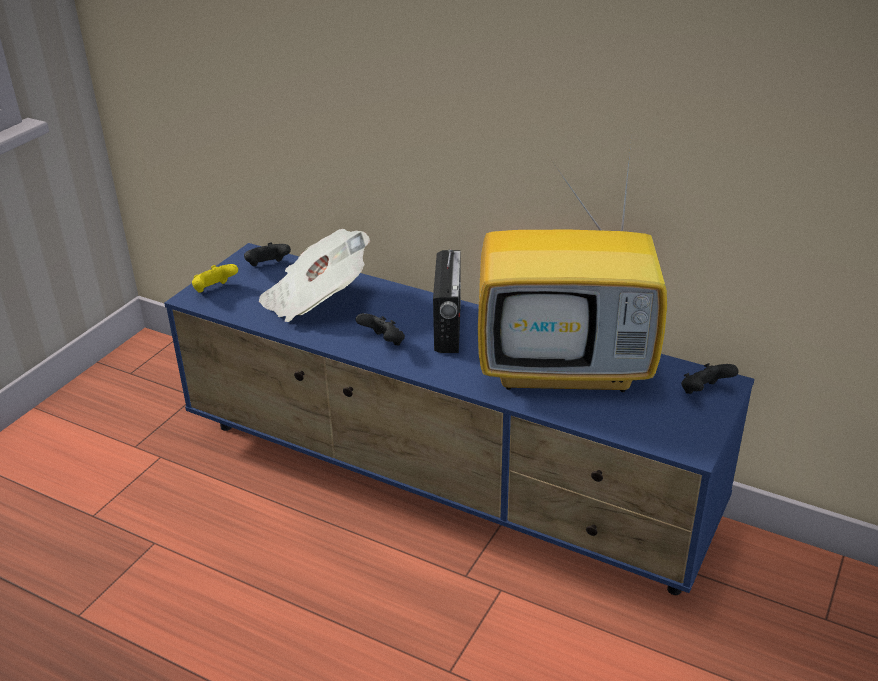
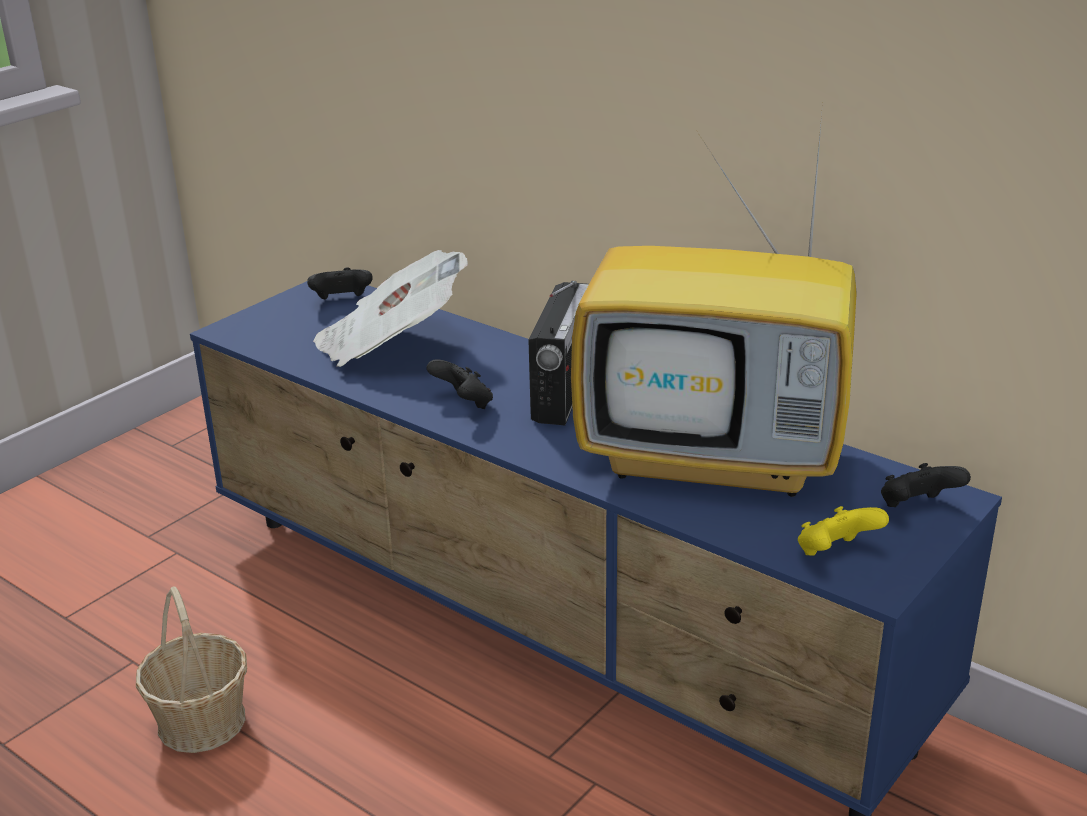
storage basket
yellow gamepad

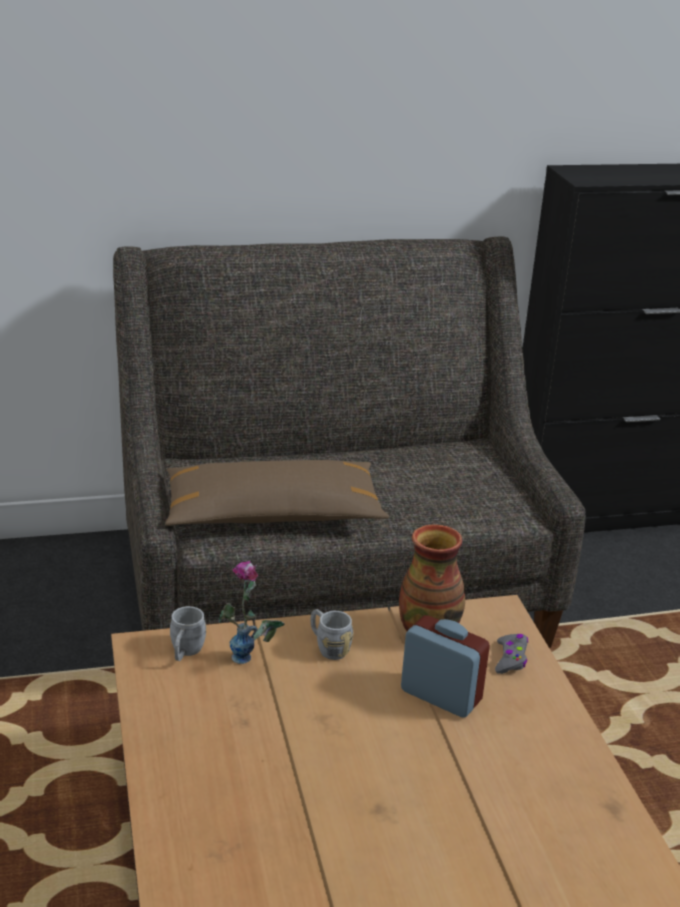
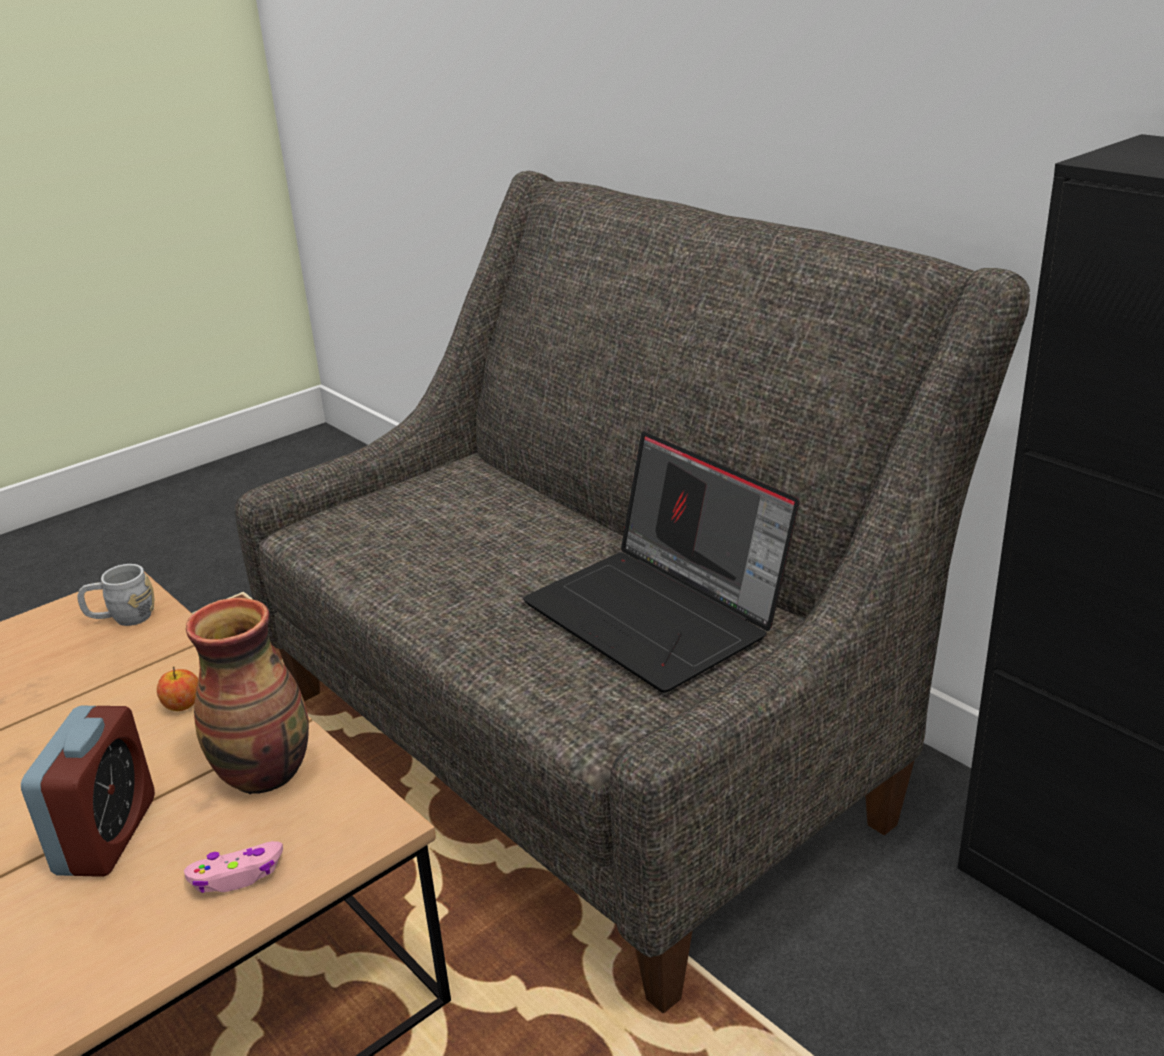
whole apple
pink gamepad
portable computer
brownish cushion
flower vase (no. 1 from left in the first image)

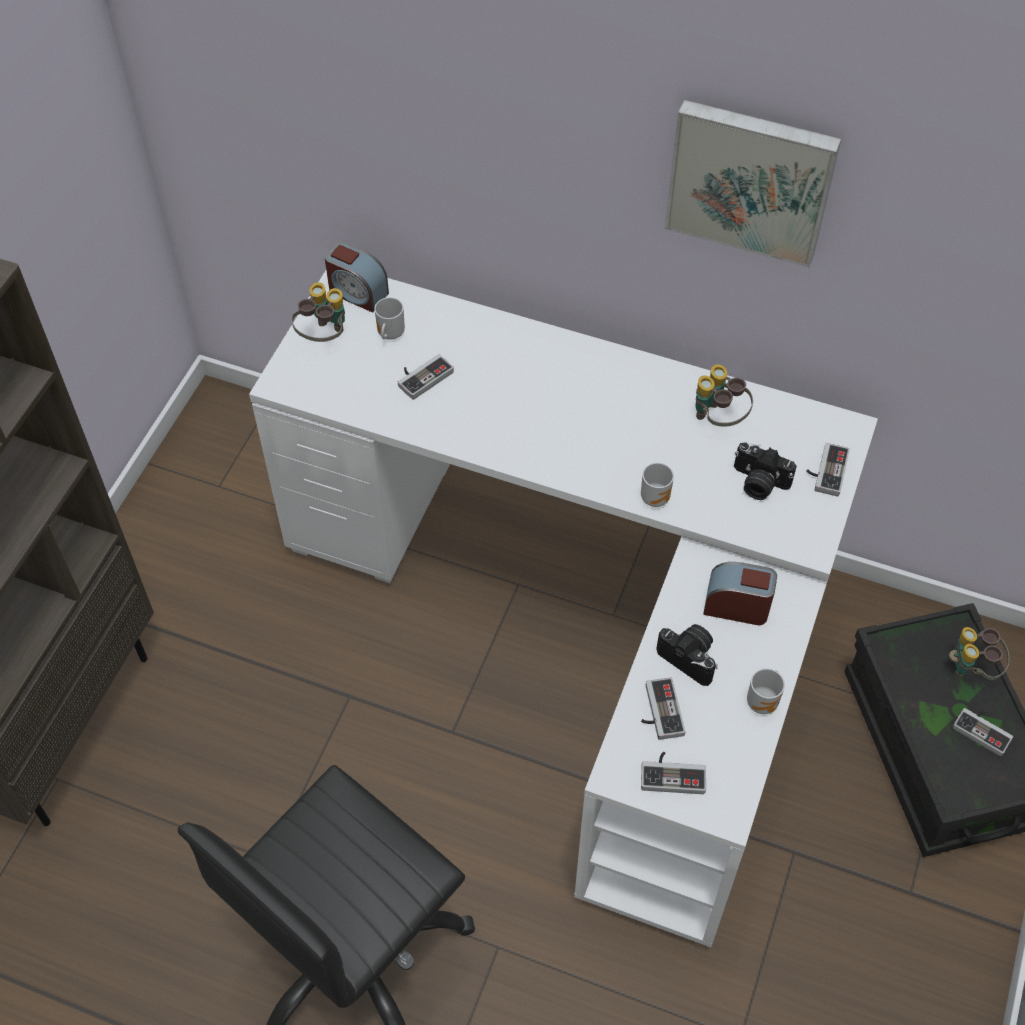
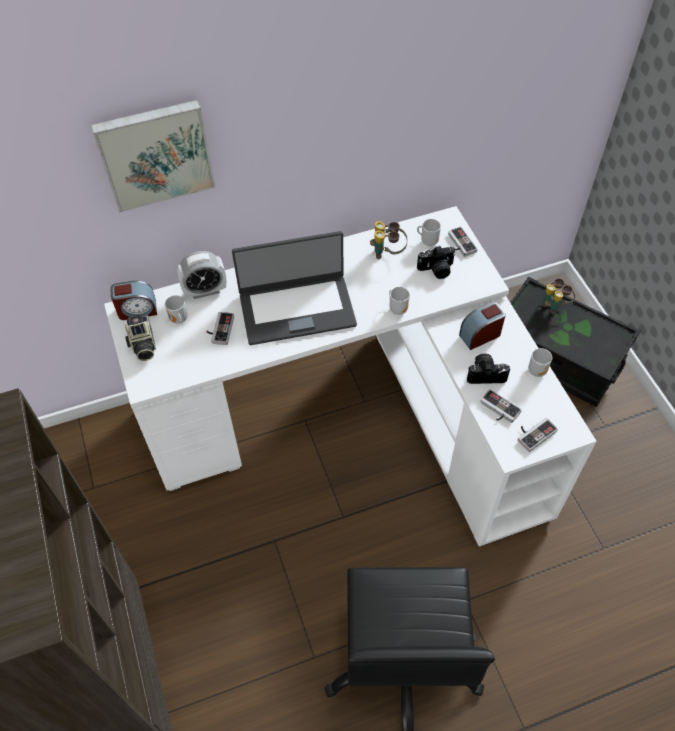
wall art
still camera (no. 1 from left)
bedside clock (no. 2 from left)
portable computer
tea mug (no. 3 from left)
gamepad (no. 5 from left in the first image)

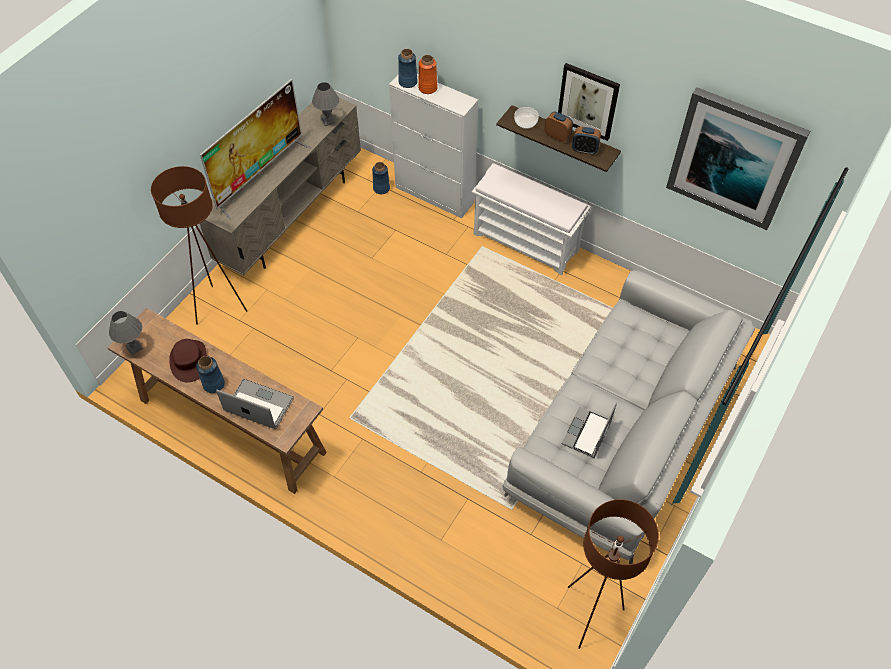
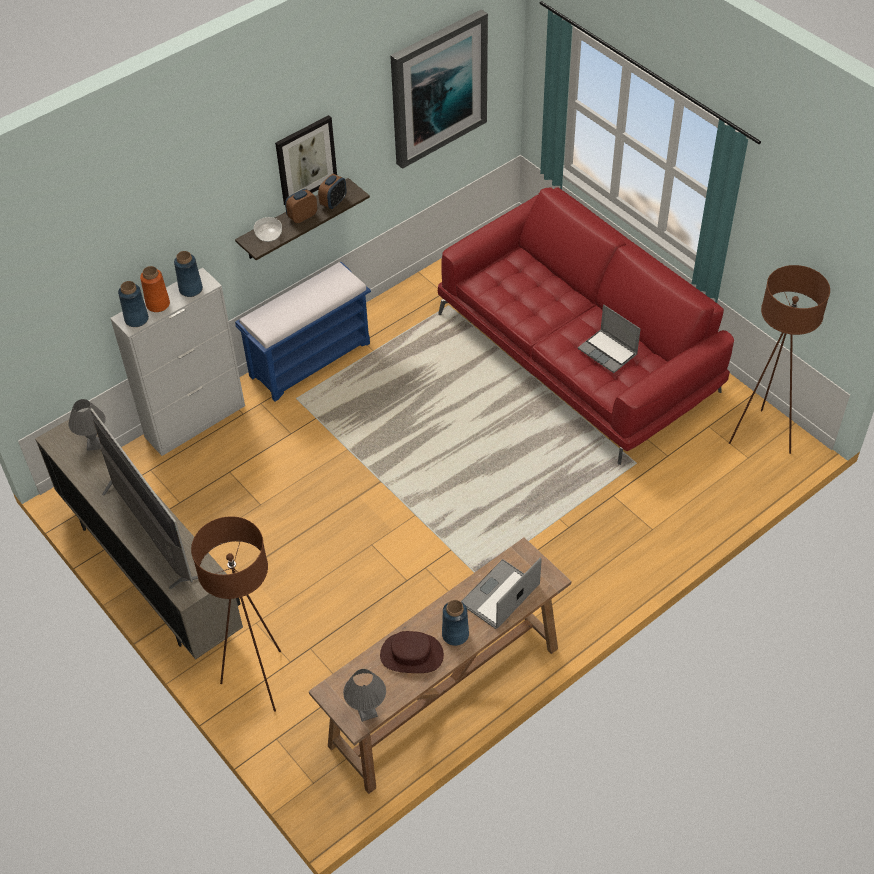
blue-coloured flower vase (no. 2 from left)
blue-coloured indoor bench
red couch

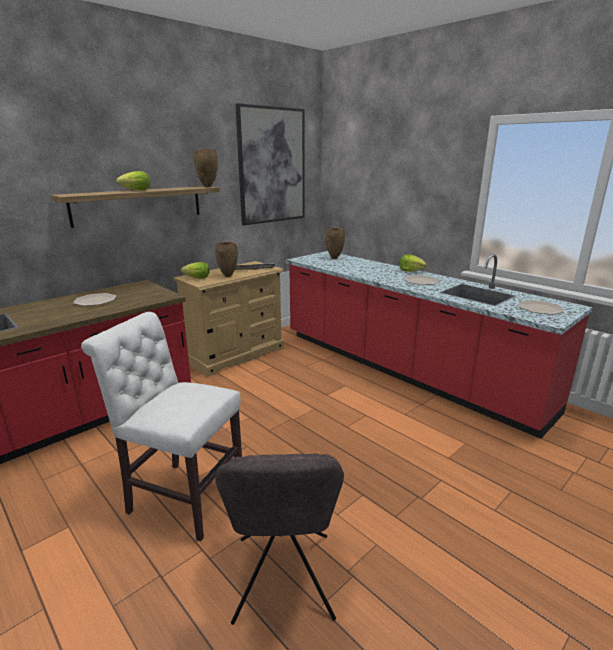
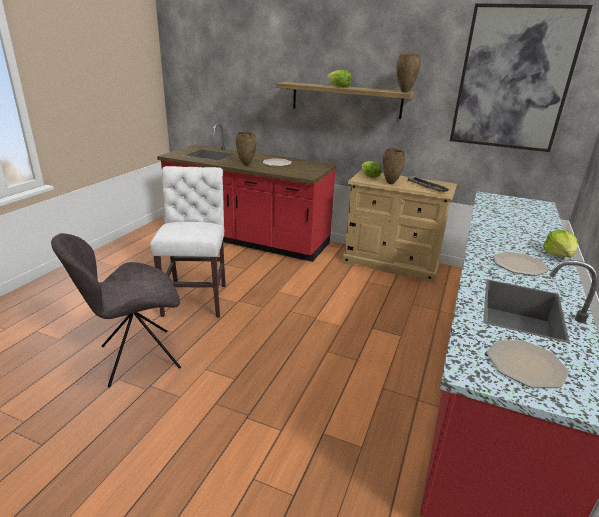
brownish flower vase (no. 1 from left)

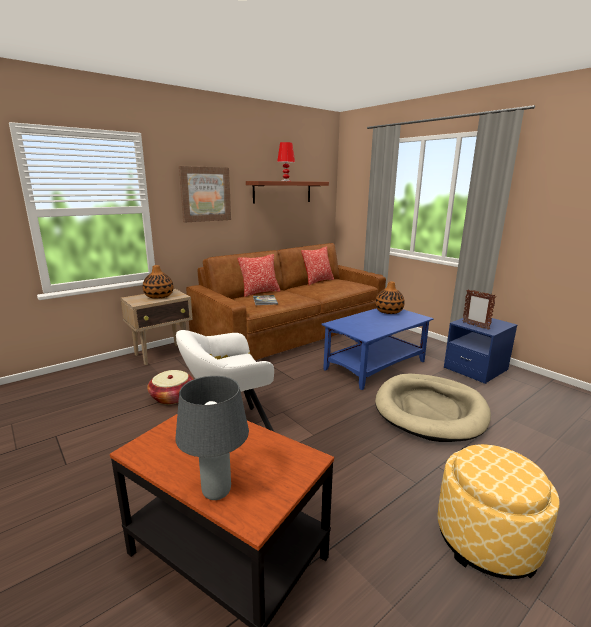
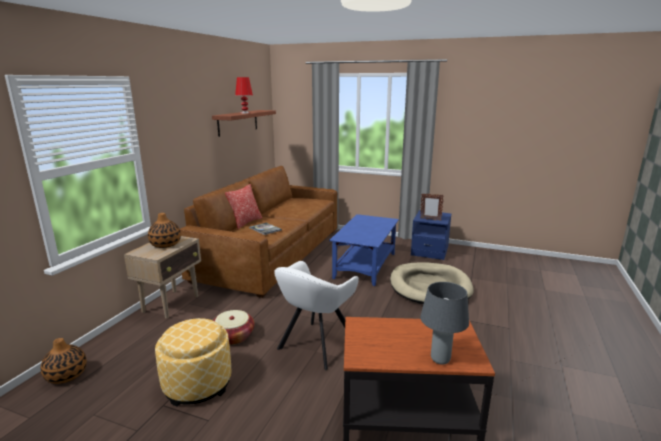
flower vase (no. 1 from left)
pouffe
wall art
cushion (no. 2 from left in the first image)

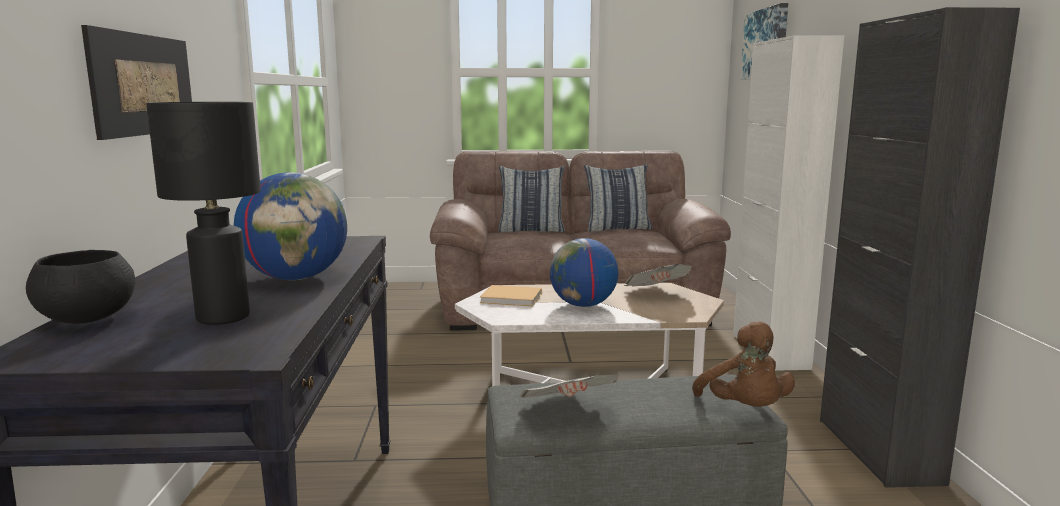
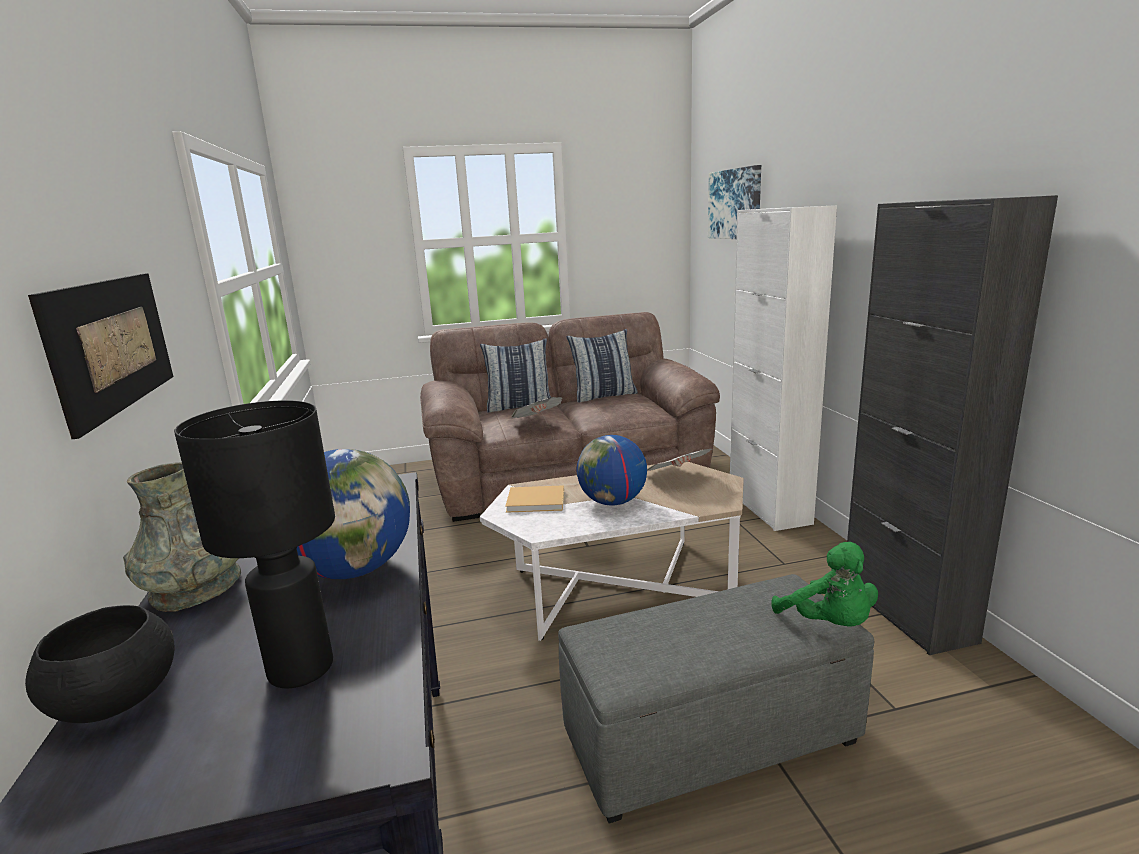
gray flower vase
daily paper (no. 1 from left)
greenish soft toy

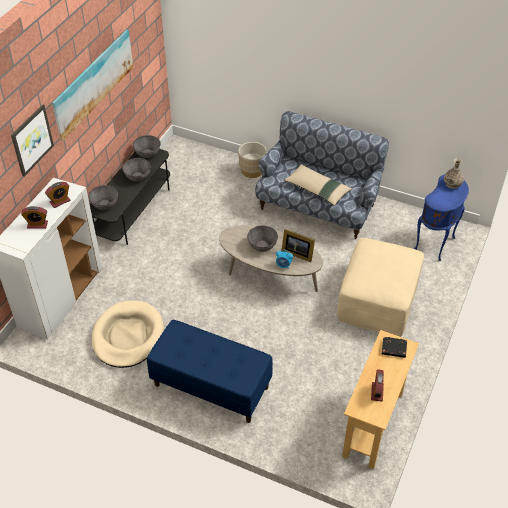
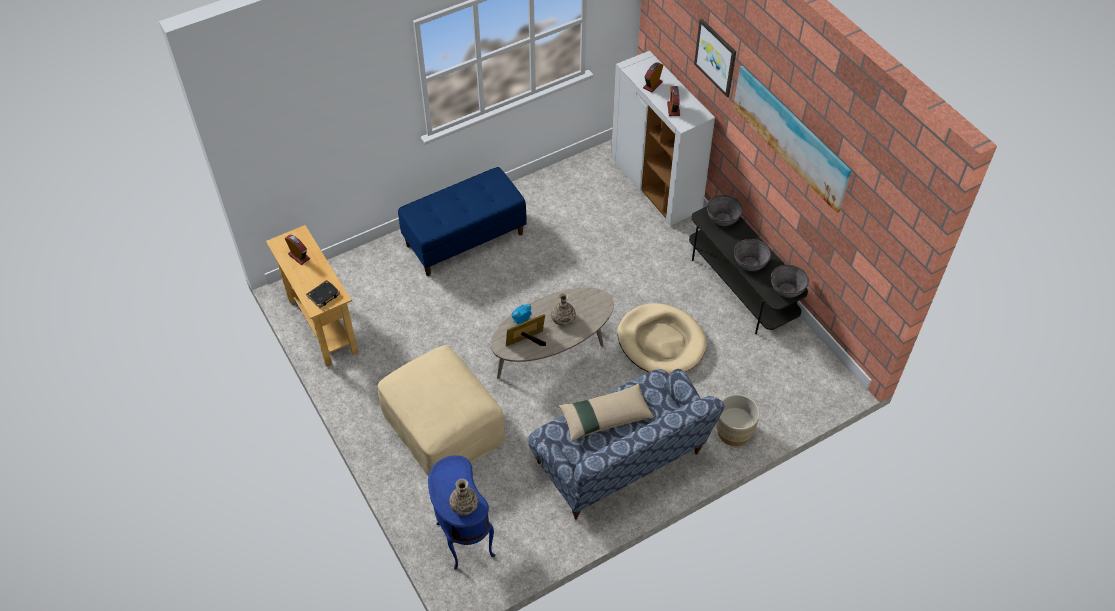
flower vase (no. 2 from left)
sand-coloured pet bed

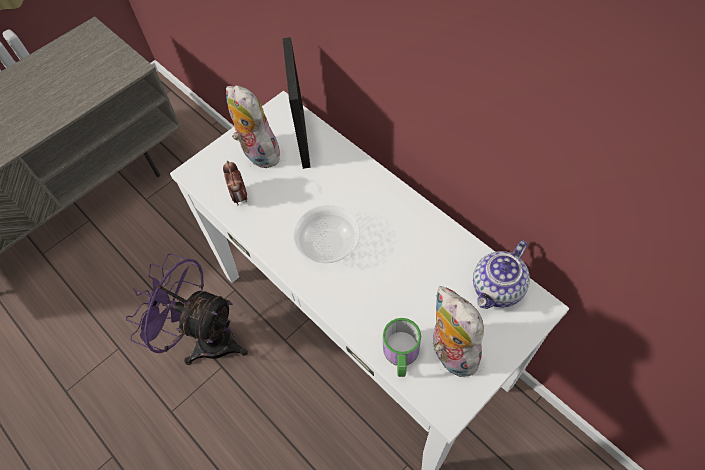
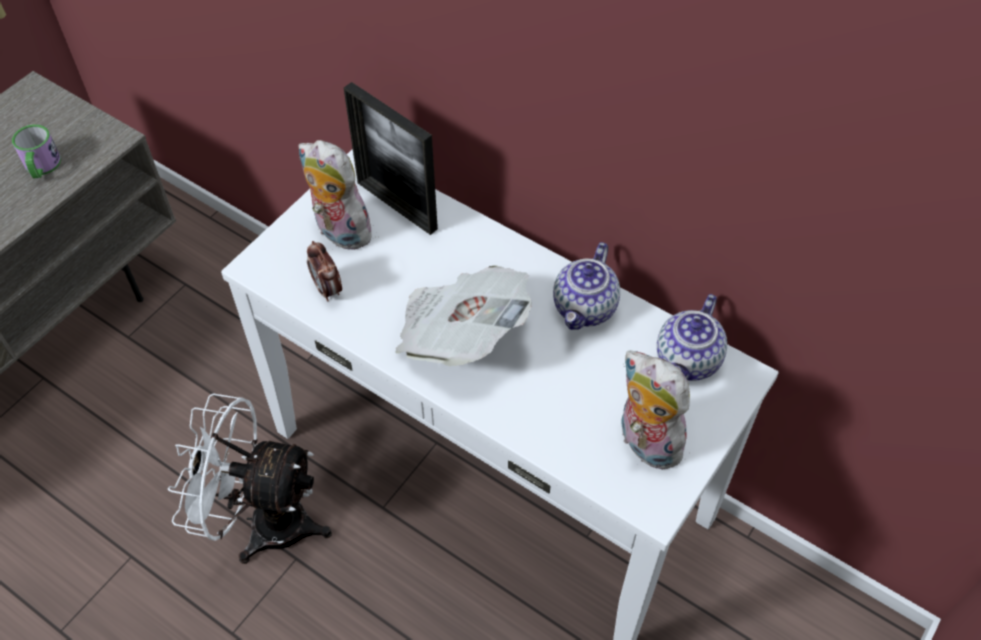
tea mug
white electric fan
picture frame
daily paper
teapot (no. 1 from left)

